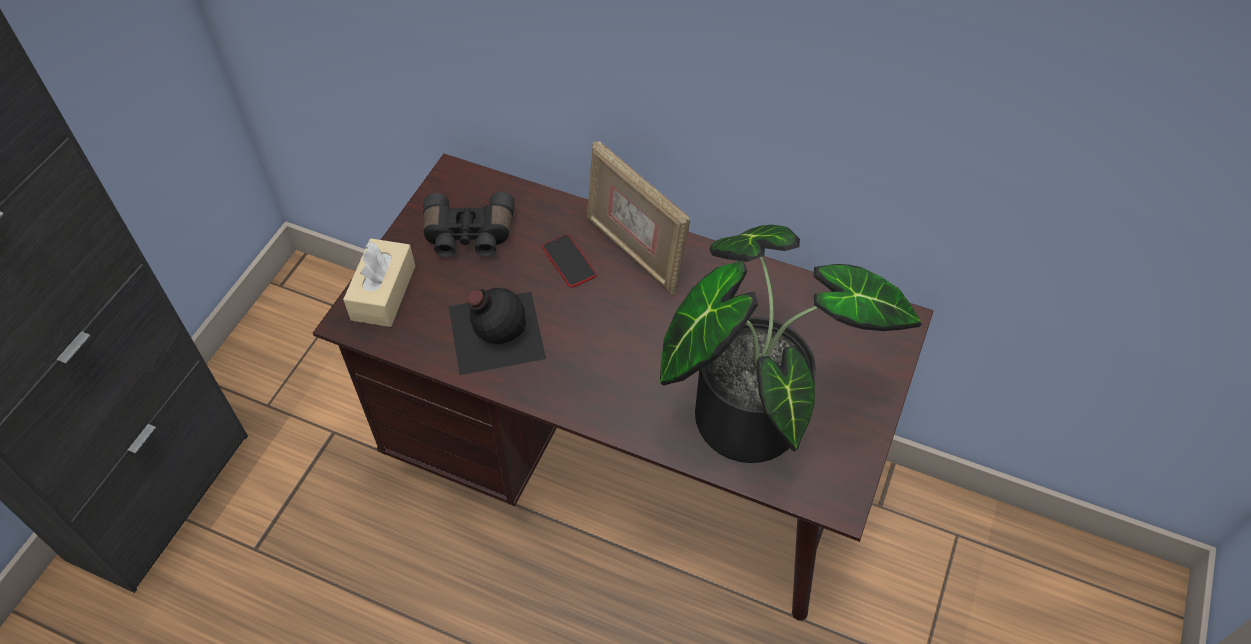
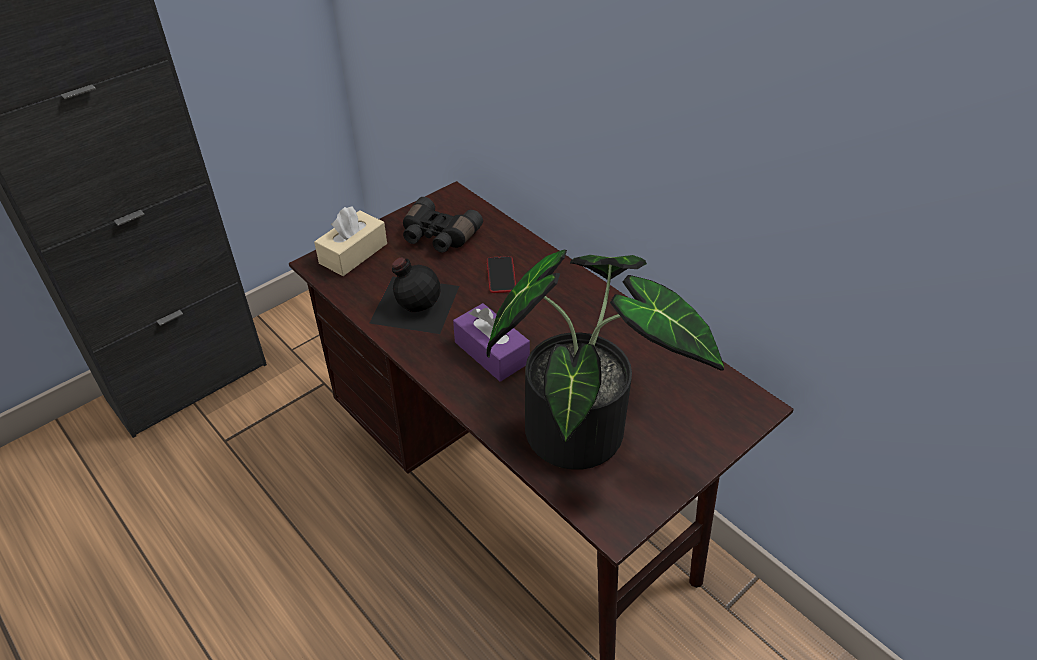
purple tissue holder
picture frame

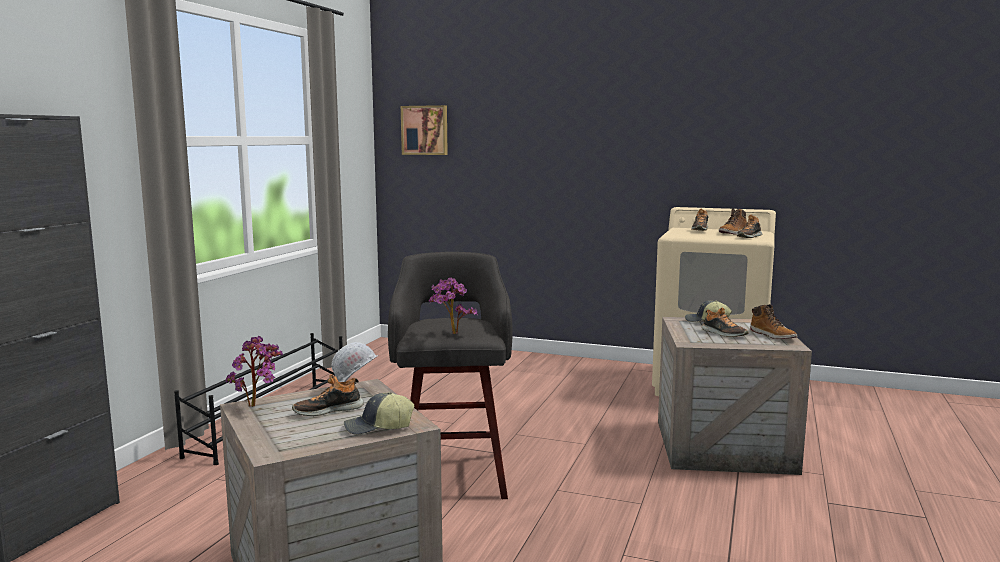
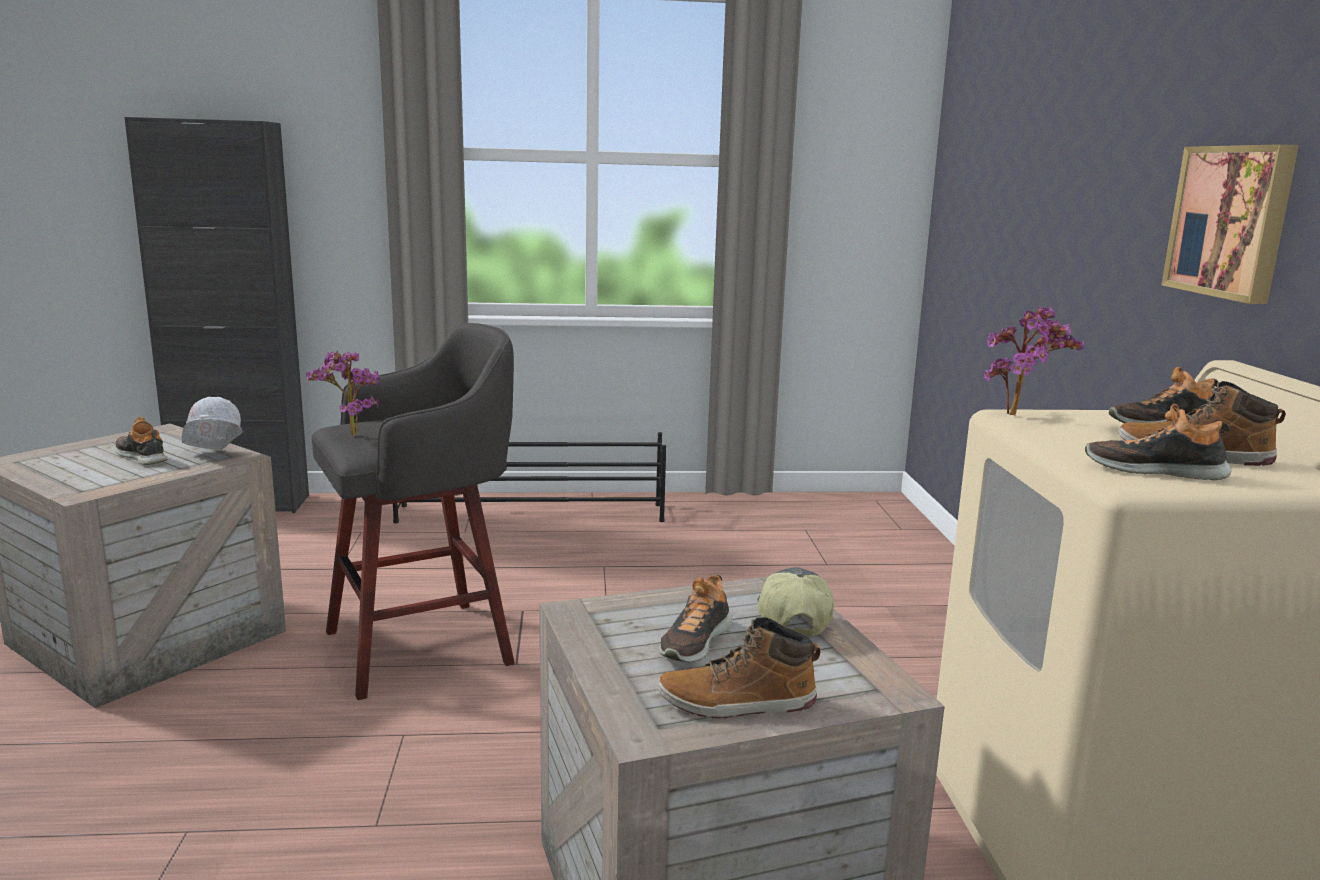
high-top boot (no. 1 from left)
potted plant (no. 2 from left)
wall art
baseball cap (no. 1 from left in the first image)

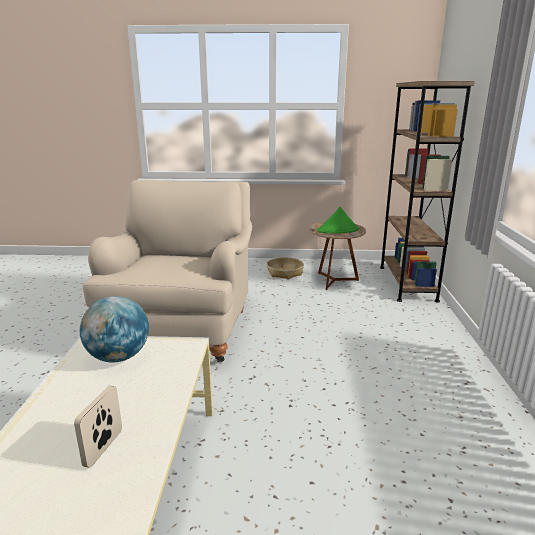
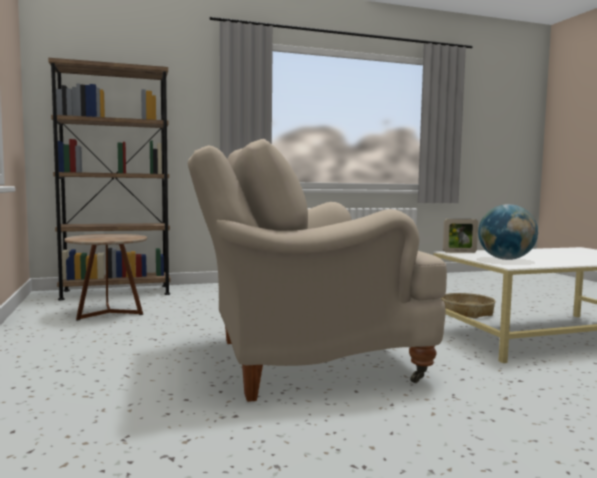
storage basket
picture frame
greenish wearable hat

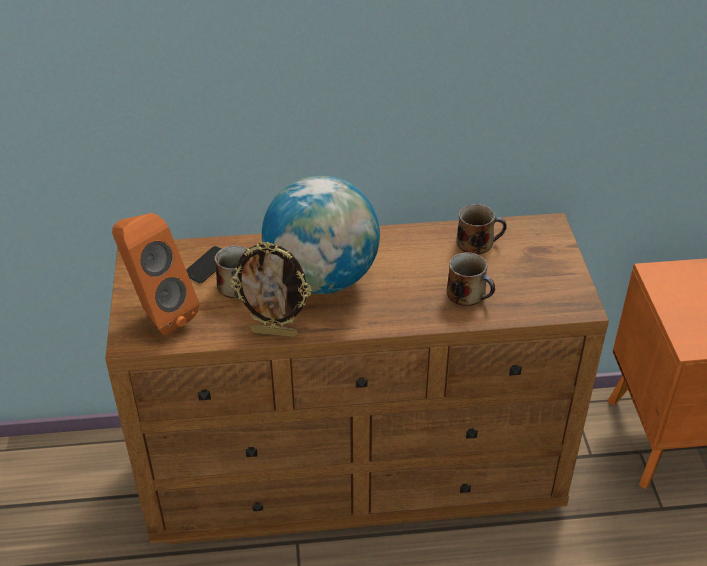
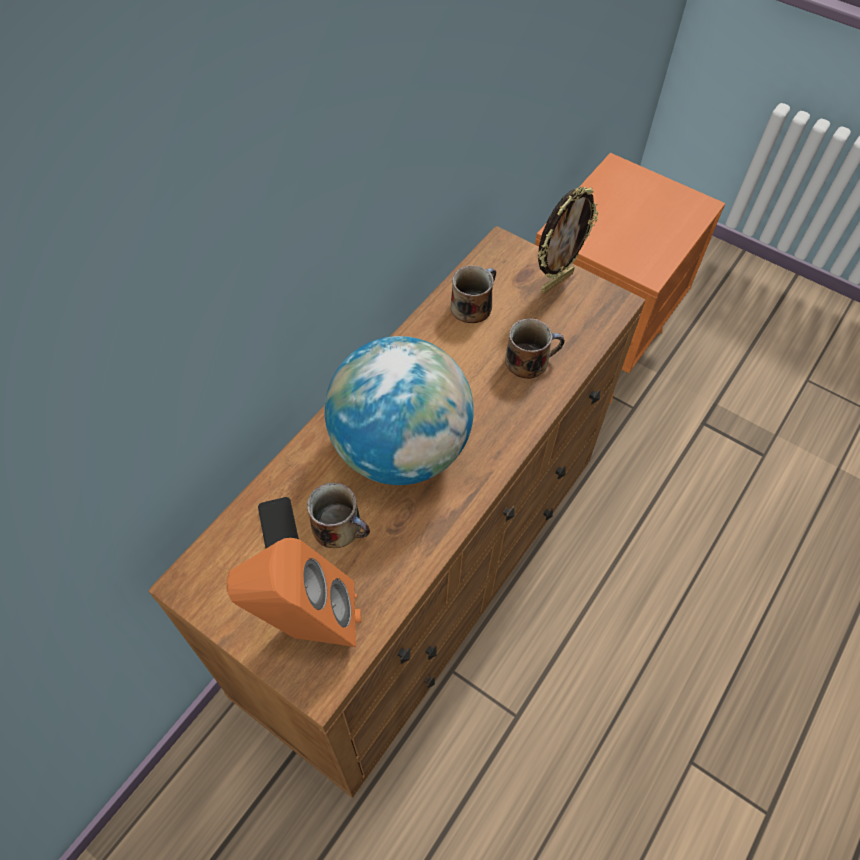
picture frame

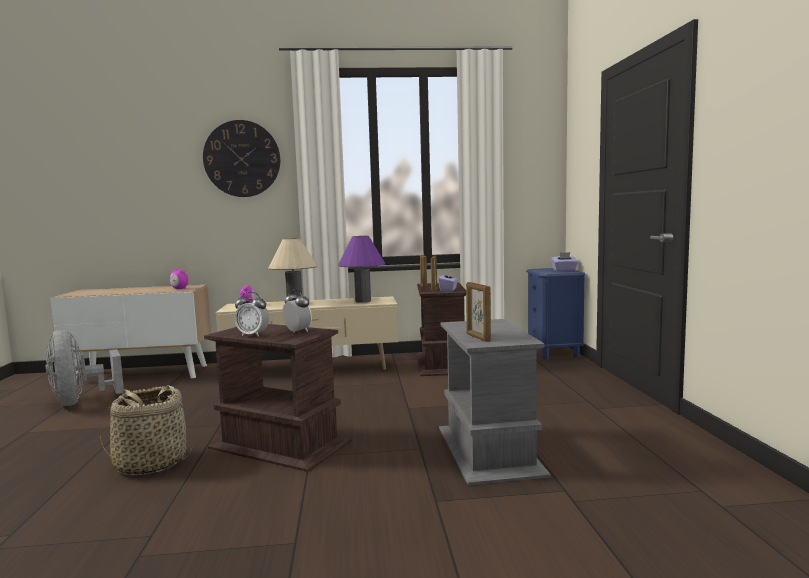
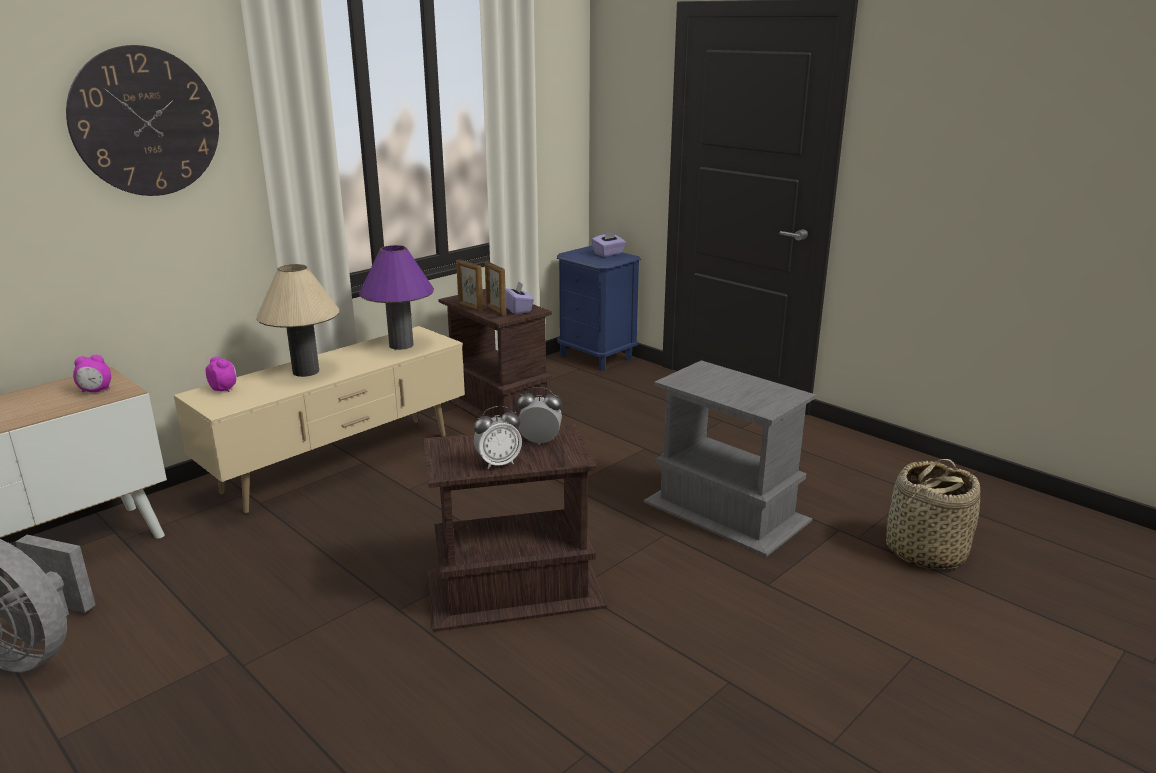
storage basket
picture frame (no. 3 from left in the first image)

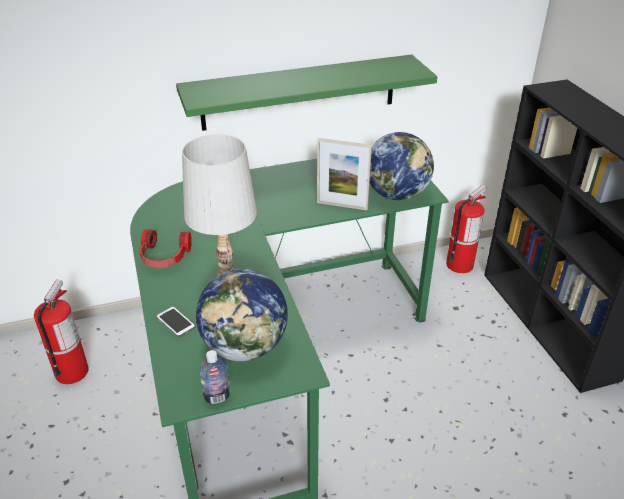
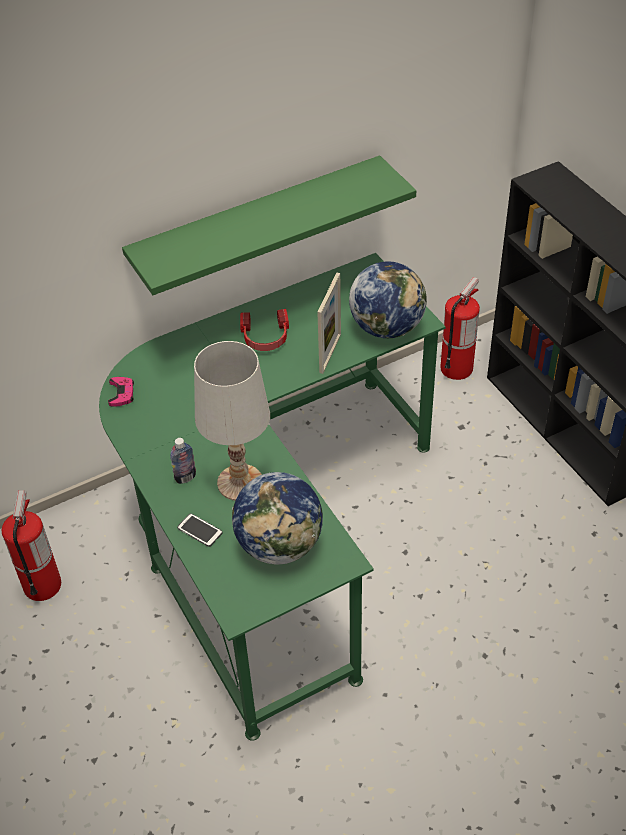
pink gamepad
beverage bottle
headset
picture frame

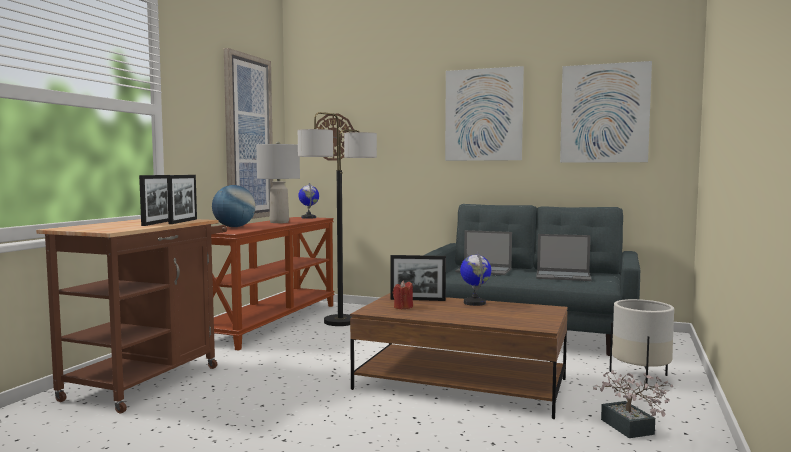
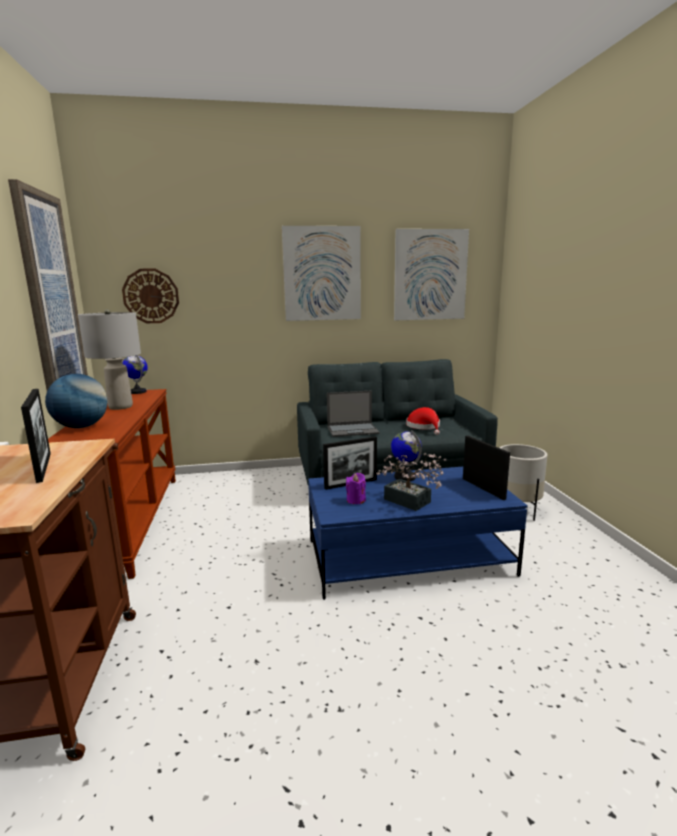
blue-coloured lounge table
purple wax light
potted plant
red wearable hat
picture frame (no. 3 from left)
standing lamp

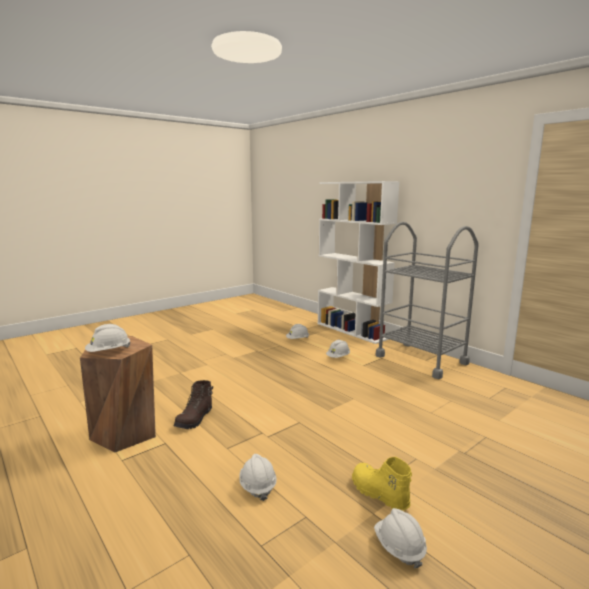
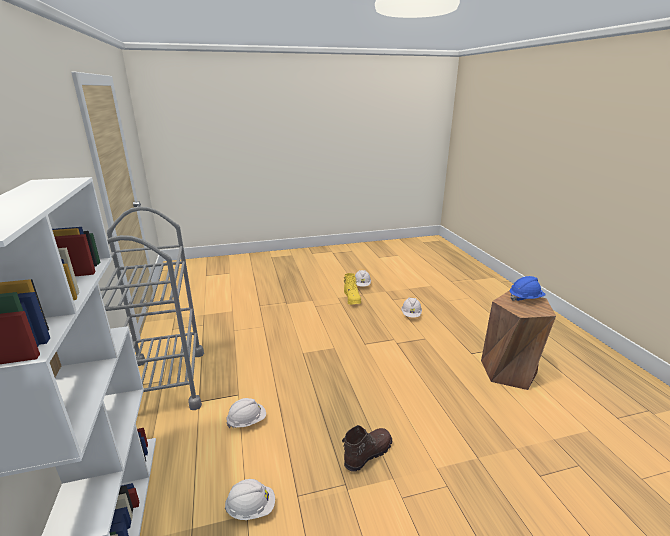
brownish high-top boot
blue-coloured work helmet

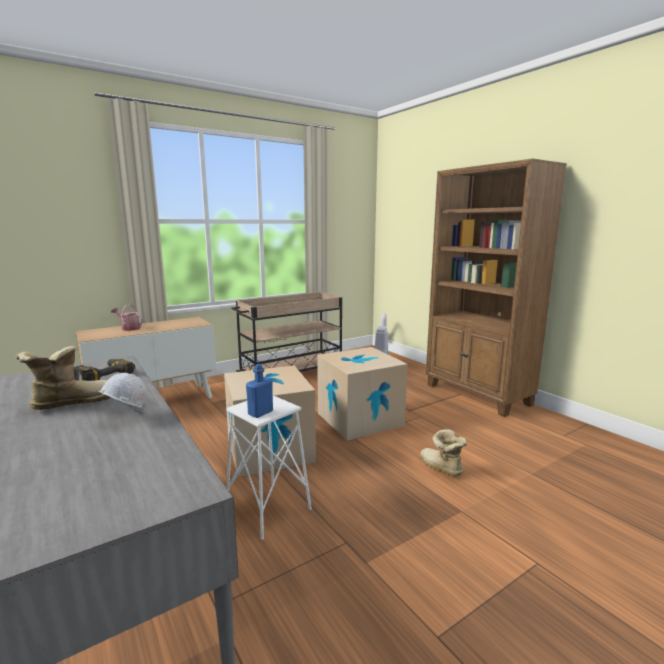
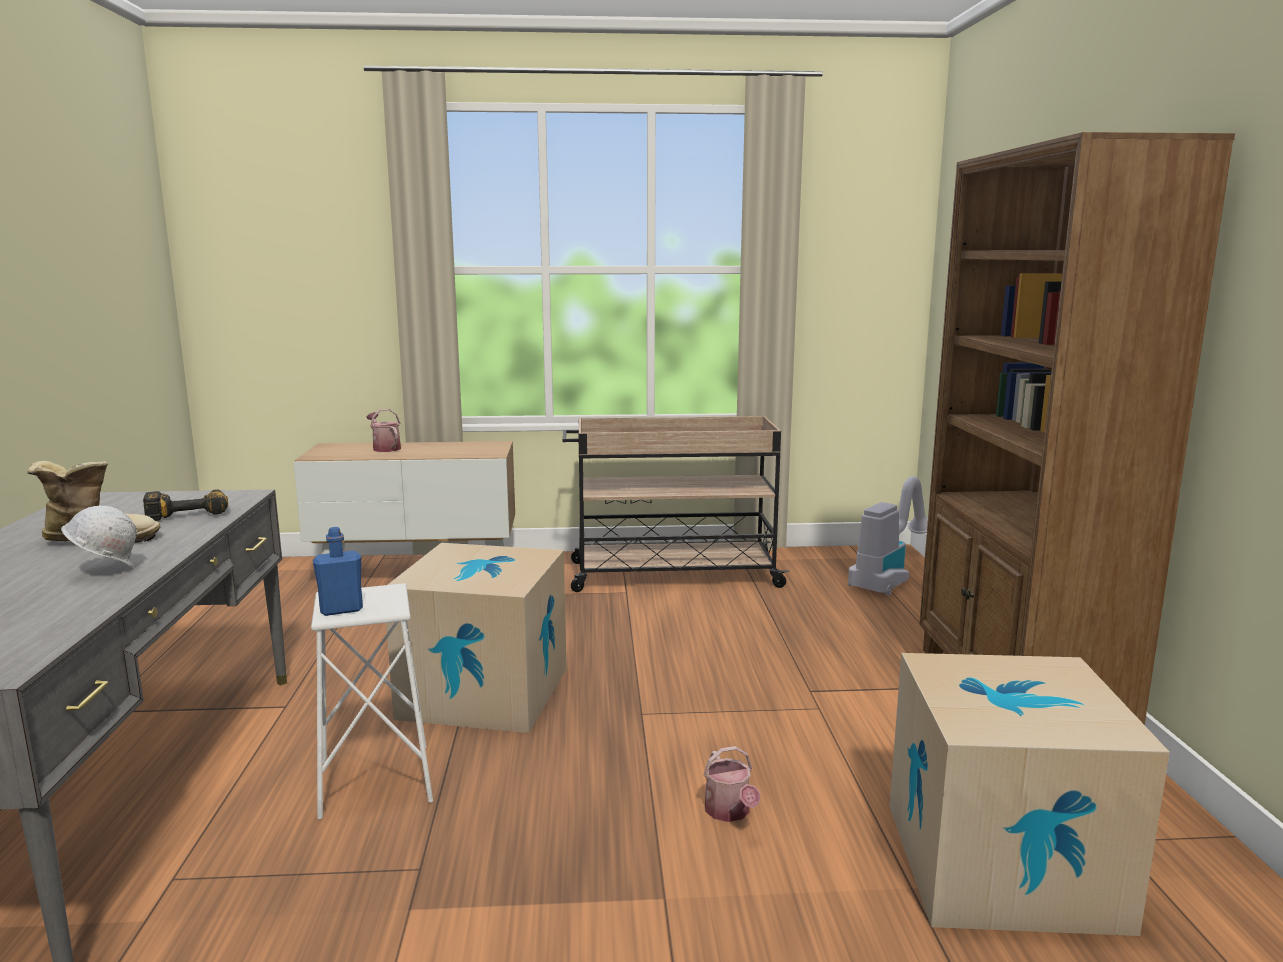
sprinkling can (no. 2 from left)
packing box (no. 2 from left)

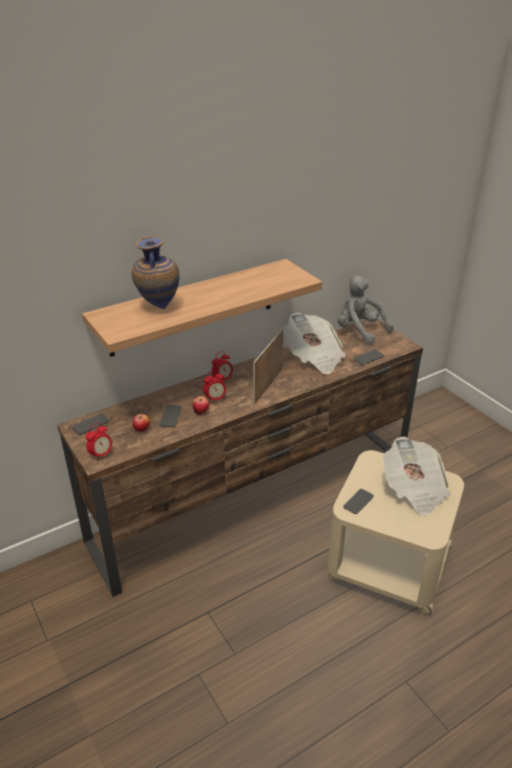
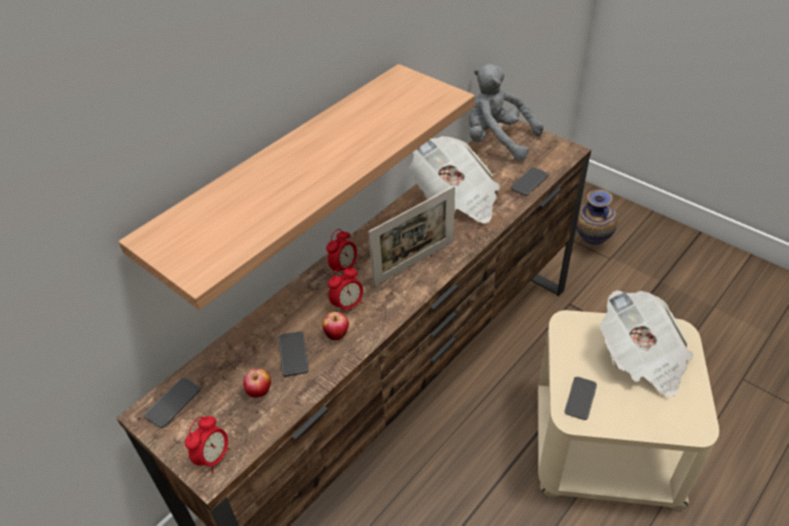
picture frame
flower vase

